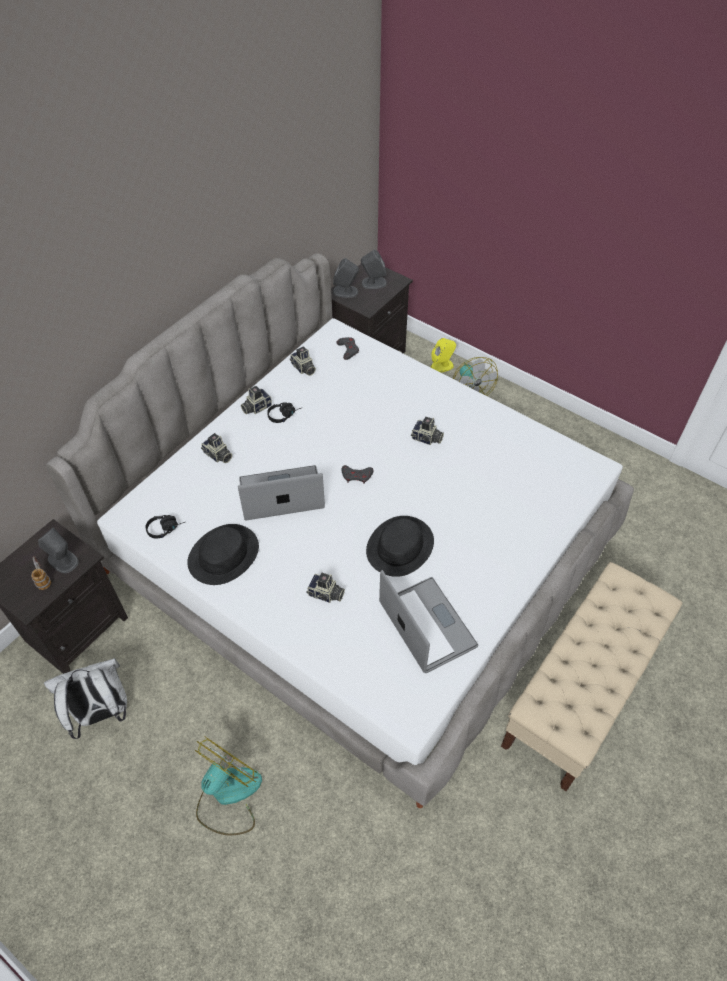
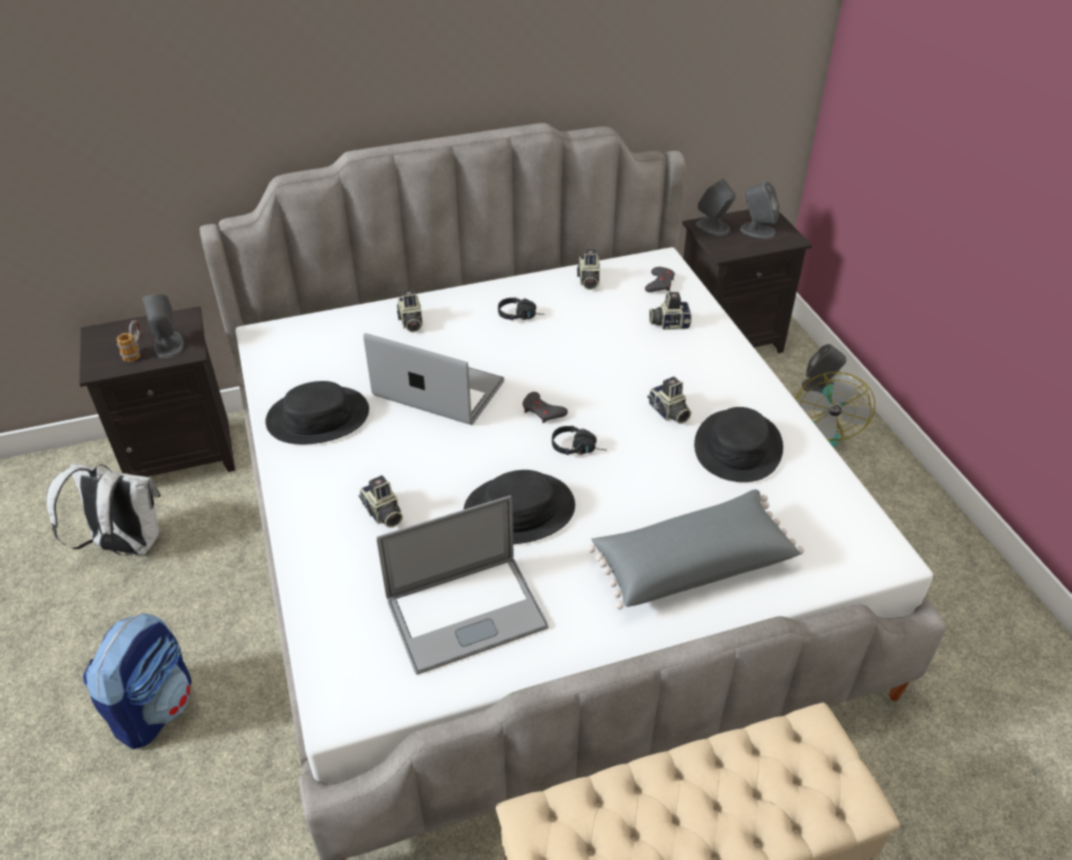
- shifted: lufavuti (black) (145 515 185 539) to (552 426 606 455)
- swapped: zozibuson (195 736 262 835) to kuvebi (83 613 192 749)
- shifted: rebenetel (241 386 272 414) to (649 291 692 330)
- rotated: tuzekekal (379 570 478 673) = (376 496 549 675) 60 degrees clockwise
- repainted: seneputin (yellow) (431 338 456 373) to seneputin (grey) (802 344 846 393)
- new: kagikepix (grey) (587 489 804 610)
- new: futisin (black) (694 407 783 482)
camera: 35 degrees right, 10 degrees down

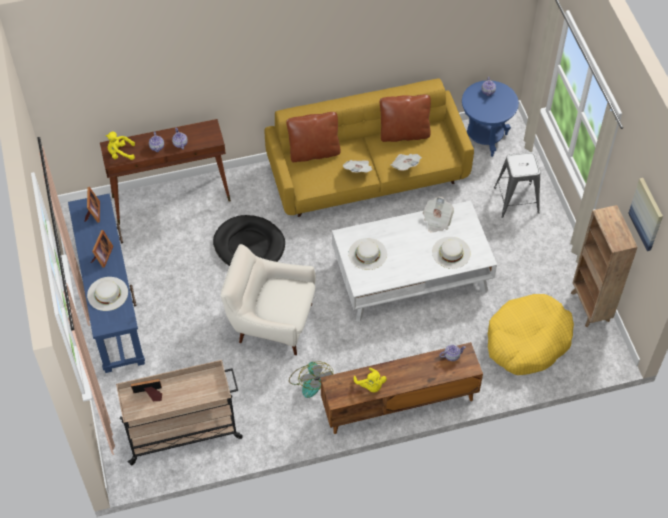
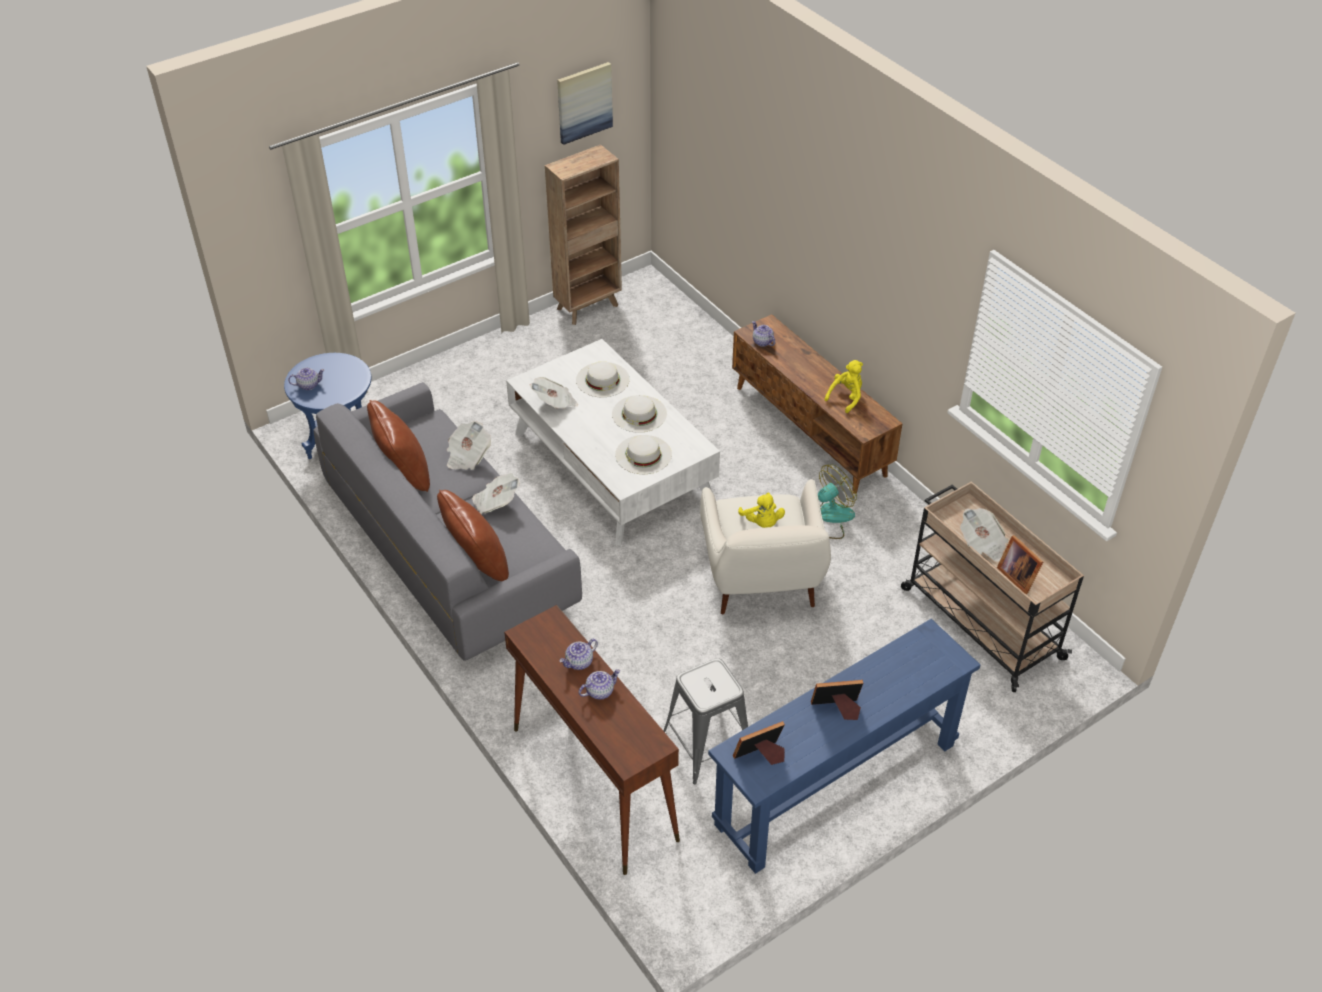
- shifted: futisin (white) (87 277 128 311) to (612 395 667 433)
- shifted: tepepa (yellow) (105 132 135 160) to (738 493 785 528)
- gone: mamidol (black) (213 215 285 266)
- repainted: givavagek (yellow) (265 79 474 217) to givavagek (grey) (314 382 582 661)
- gone: mamidol (yellow) (488 294 574 375)
- shifted: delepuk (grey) (494 152 541 218) to (664 658 748 785)
- new: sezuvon (960 508 1009 562)
camera: 110 degrees left, 10 degrees down

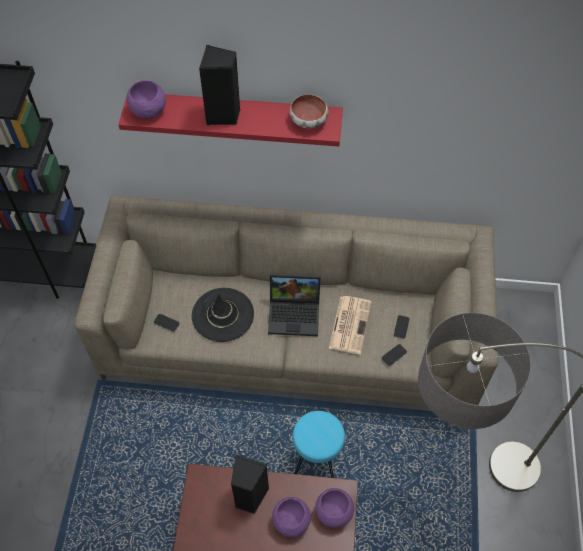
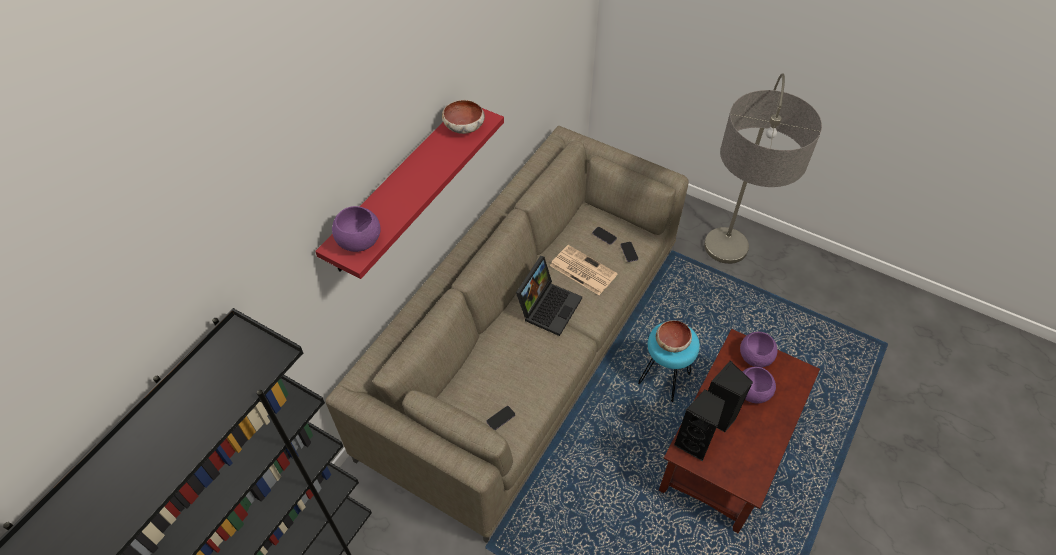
- gone: futisin (black) (192 288 254 342)
- shifted: seneputin (black) (199 45 240 126) to (674 389 725 461)
- new: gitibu (656 320 692 352)
camera: 65 degrees left, 5 degrees down

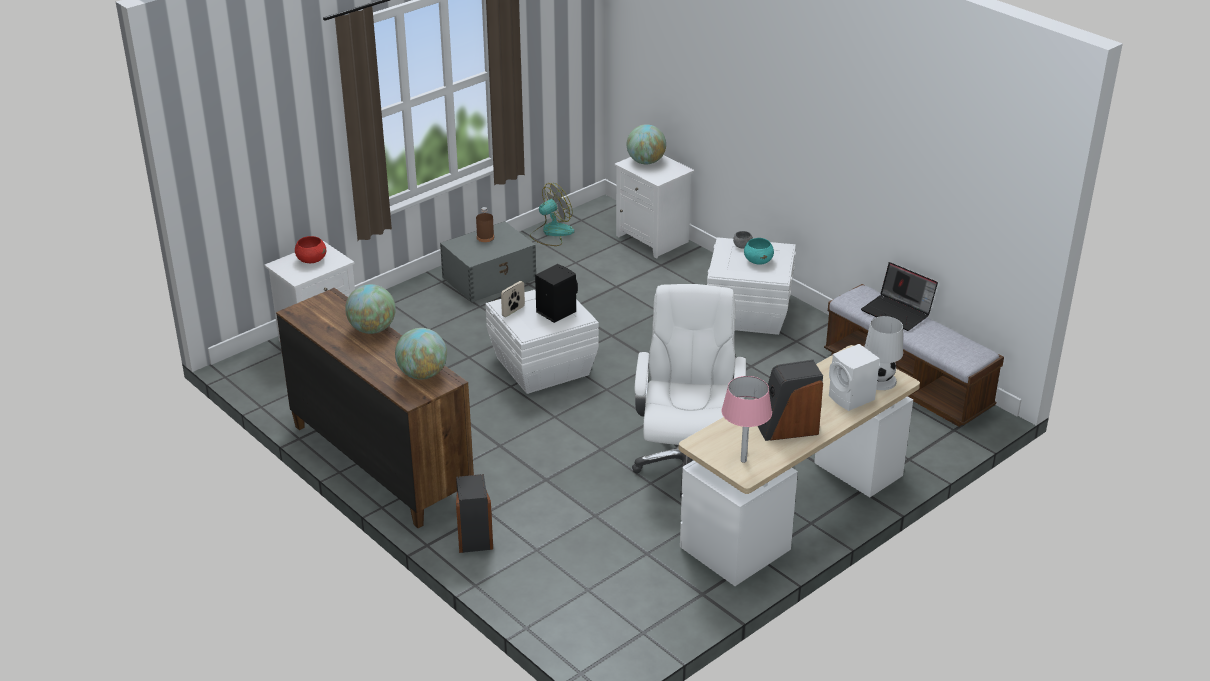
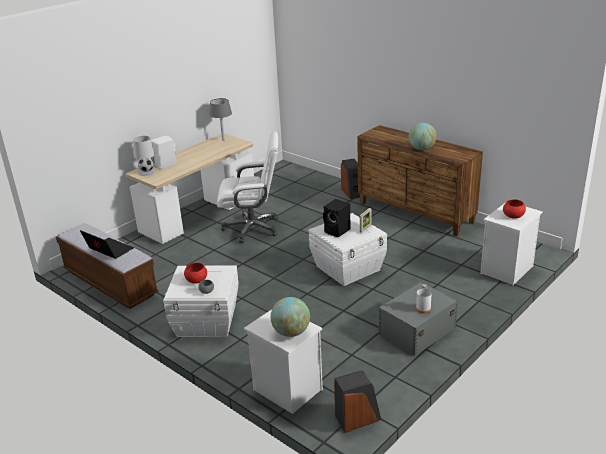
- gone: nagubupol (395 328 447 380)
- repainted: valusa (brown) (476 207 494 242) to valusa (white) (416 284 432 314)
- gone: zozibuson (530 183 575 246)
- rotated: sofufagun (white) (632 284 746 498) = (217 132 278 243) 90 degrees counterclockwise
- repainted: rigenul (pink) (722 376 772 463) to rigenul (grey) (209 98 232 141)
- repainted: gitibu (turquoise) (744 238 774 265) to gitibu (red) (184 263 207 284)
- shifted: seneputin (758 360 823 441) to (334 371 381 433)
camera: 175 degrees right, 5 degrees down

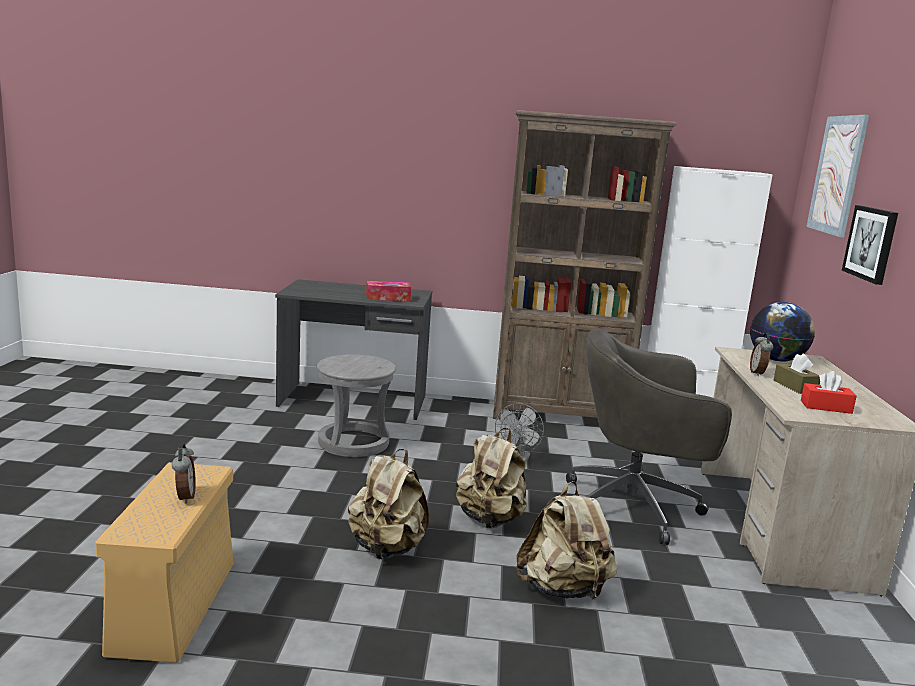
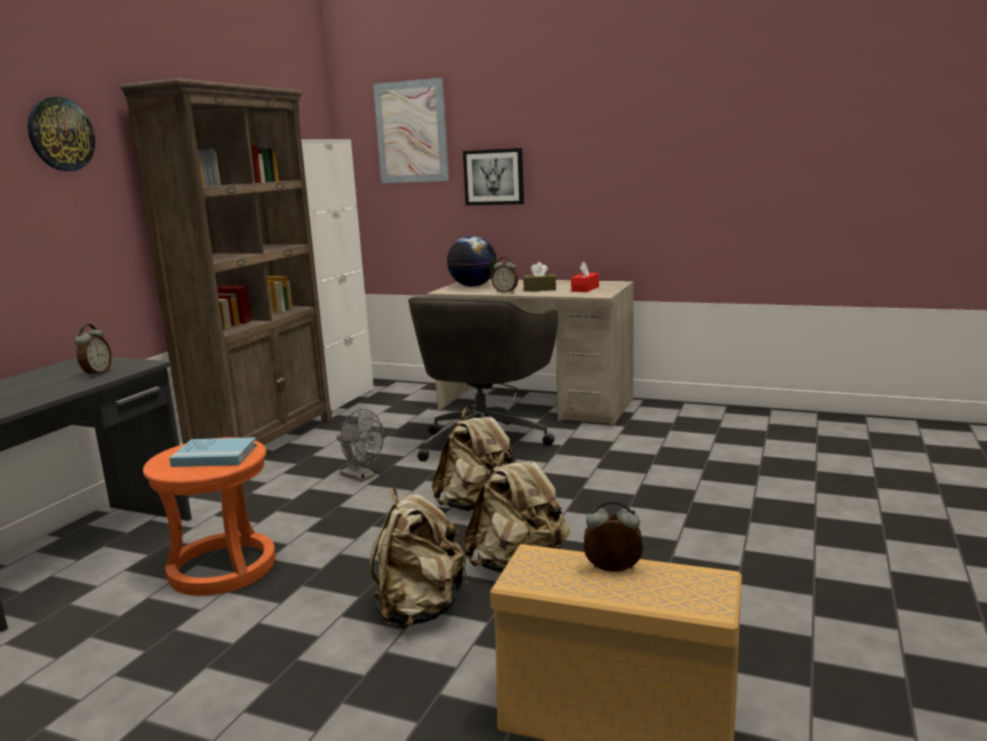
- repainted: delepuk (grey) (317 354 396 457) to delepuk (orange) (143 437 276 596)
- swapped: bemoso (366 281 411 301) to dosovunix (74 324 112 377)
- shifted: kuvebi (beige) (516 481 617 600) to (369 488 468 628)
- new: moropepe (28 97 95 171)
- new: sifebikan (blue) (169 437 257 467)
camera: 70 degrees left, 0 degrees up

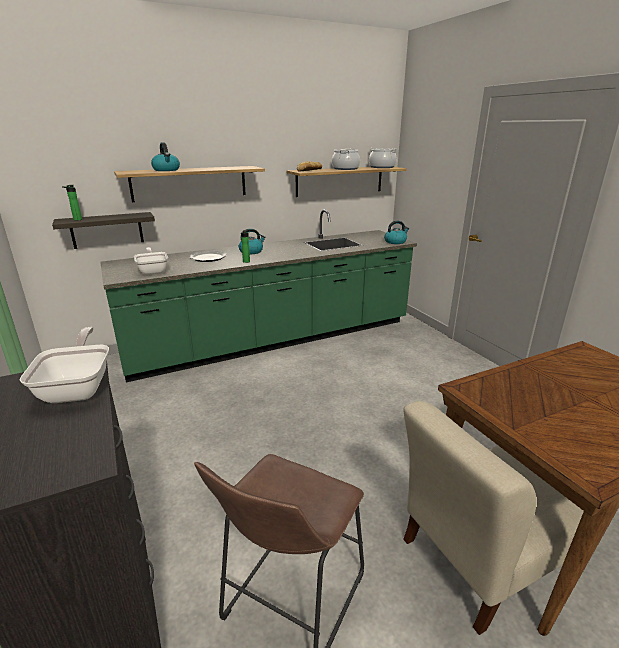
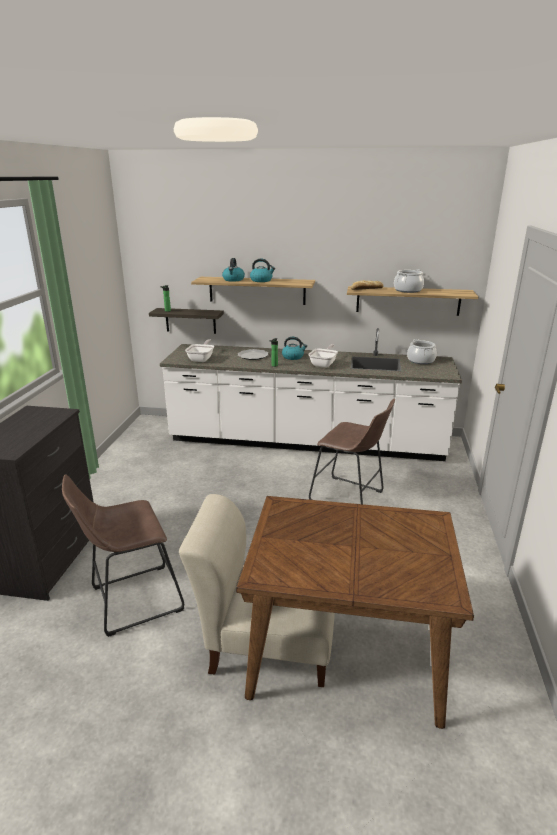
- shifted: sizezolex (20 327 109 403) to (308 344 338 368)
- repainted: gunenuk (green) (100 210 417 382) to gunenuk (white) (160 328 462 461)
- shifted: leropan (369 148 397 168) to (407 339 437 364)
- shifted: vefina (384 221 409 244) to (250 259 275 282)
- new: delepuk (brown) (309 399 395 504)
camera: 35 degrees right, 0 degrees up

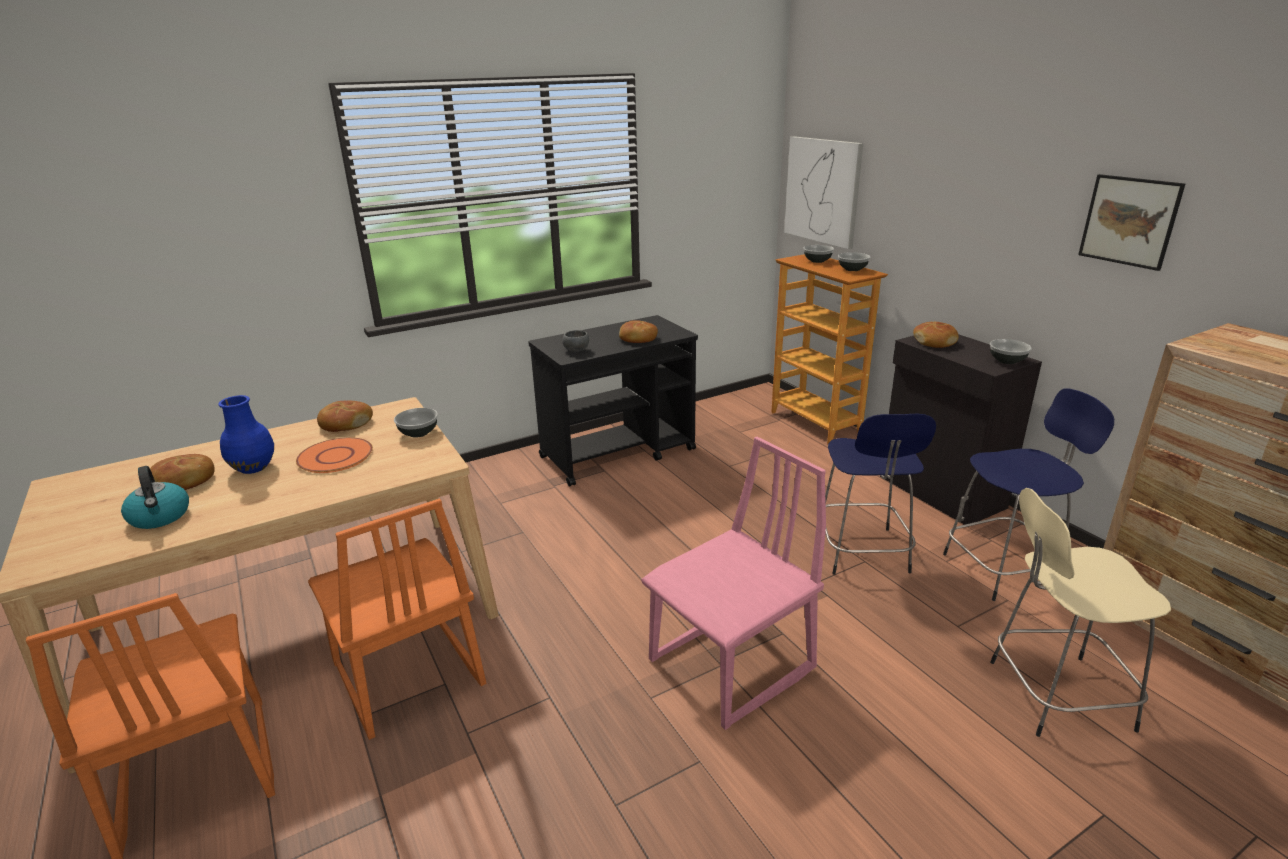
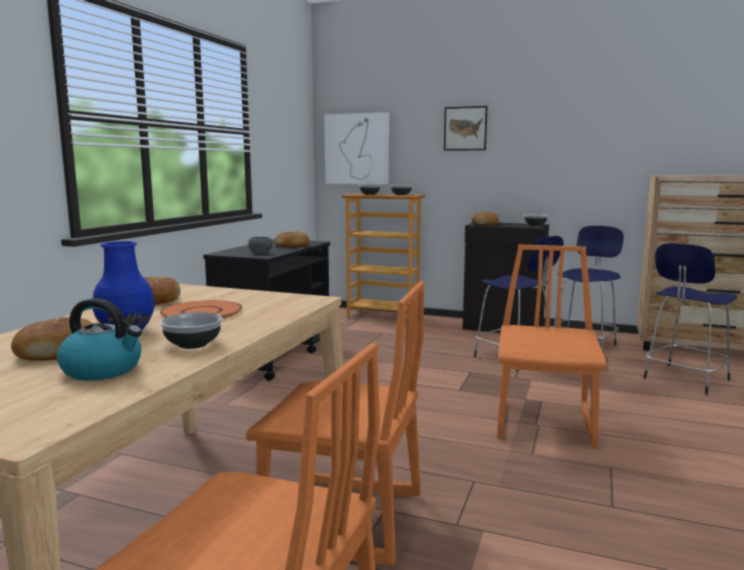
- shifted: gitibu (394 408 438 438) to (160 312 223 349)
- repainted: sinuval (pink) (641 437 826 730) to sinuval (orange) (497 244 607 448)
- repainted: delepuk (beige) (990 488 1171 737) to delepuk (blue) (643 243 737 395)
- shifted: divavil (1078 174 1185 271) to (444 106 488 151)
camera: 40 degrees left, 15 degrees down

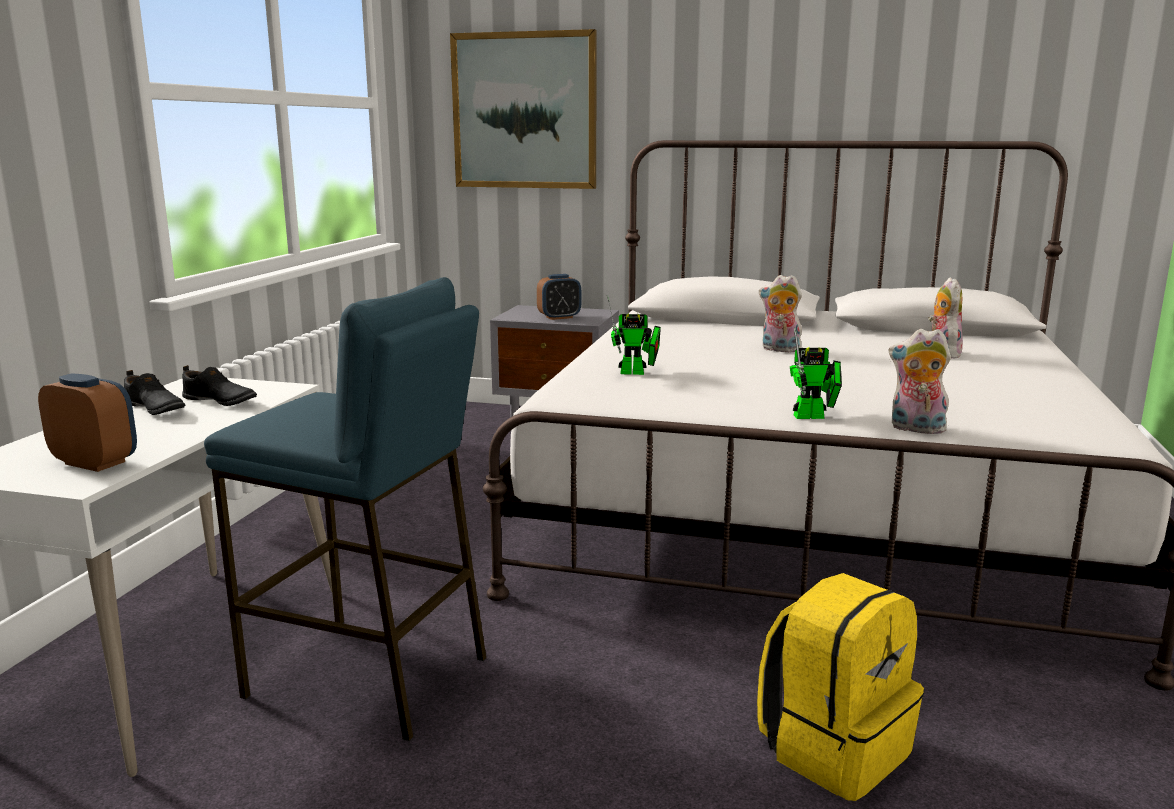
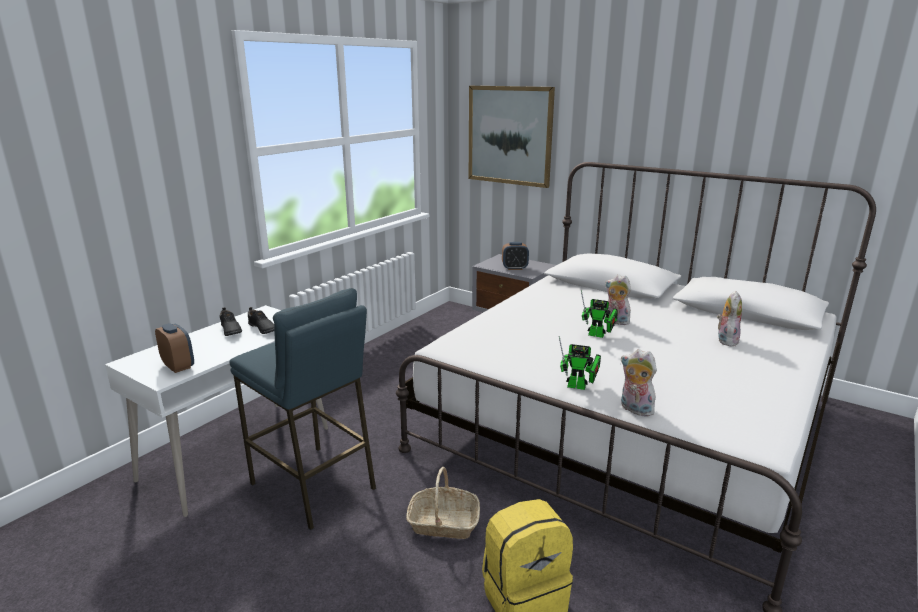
- shifted: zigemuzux (607 295 661 375) to (581 290 618 338)
- new: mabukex (406 467 480 539)
camera: 20 degrees right, 5 degrees up

